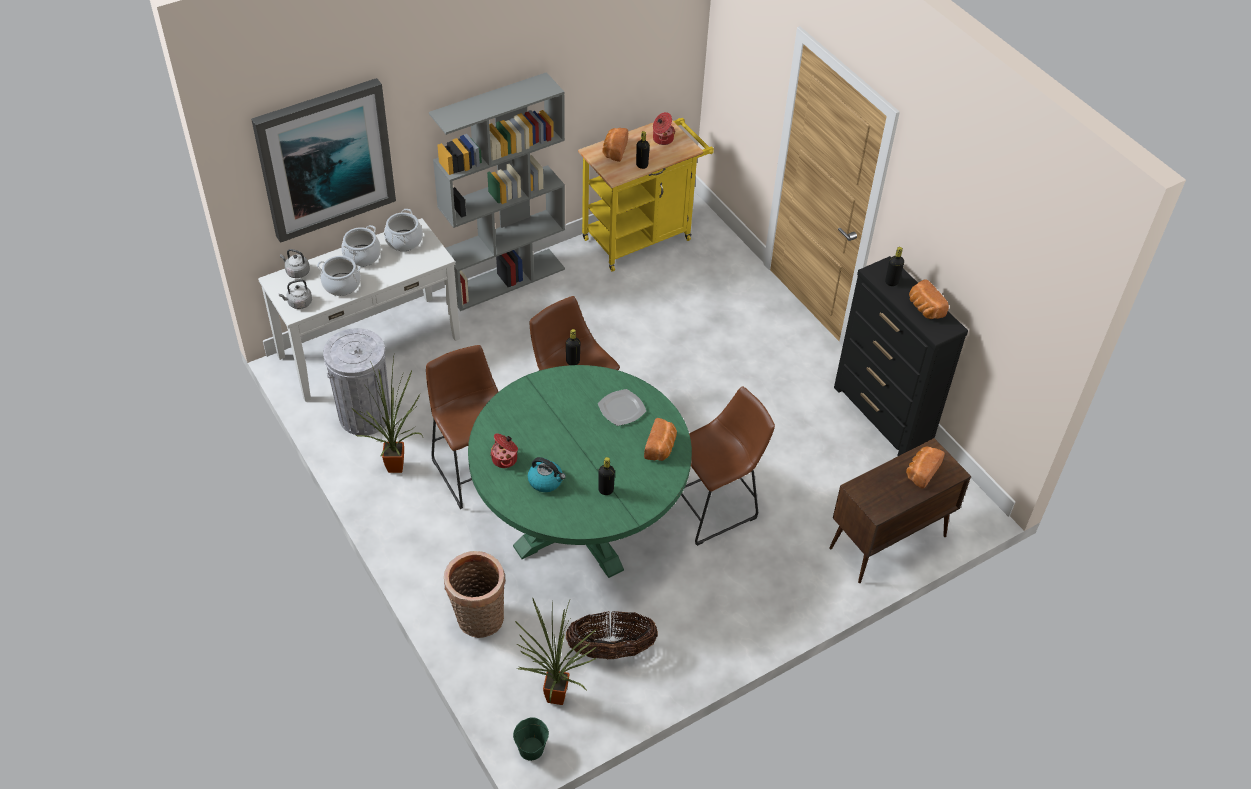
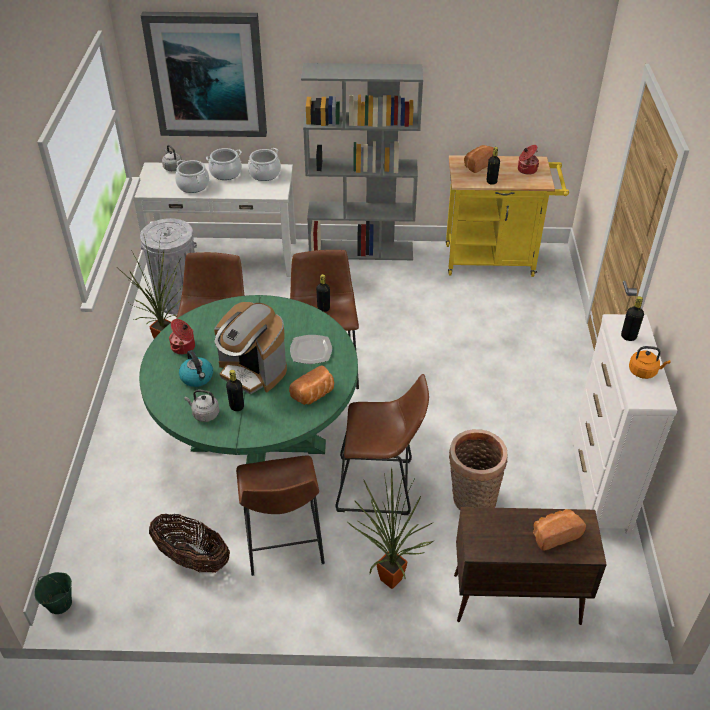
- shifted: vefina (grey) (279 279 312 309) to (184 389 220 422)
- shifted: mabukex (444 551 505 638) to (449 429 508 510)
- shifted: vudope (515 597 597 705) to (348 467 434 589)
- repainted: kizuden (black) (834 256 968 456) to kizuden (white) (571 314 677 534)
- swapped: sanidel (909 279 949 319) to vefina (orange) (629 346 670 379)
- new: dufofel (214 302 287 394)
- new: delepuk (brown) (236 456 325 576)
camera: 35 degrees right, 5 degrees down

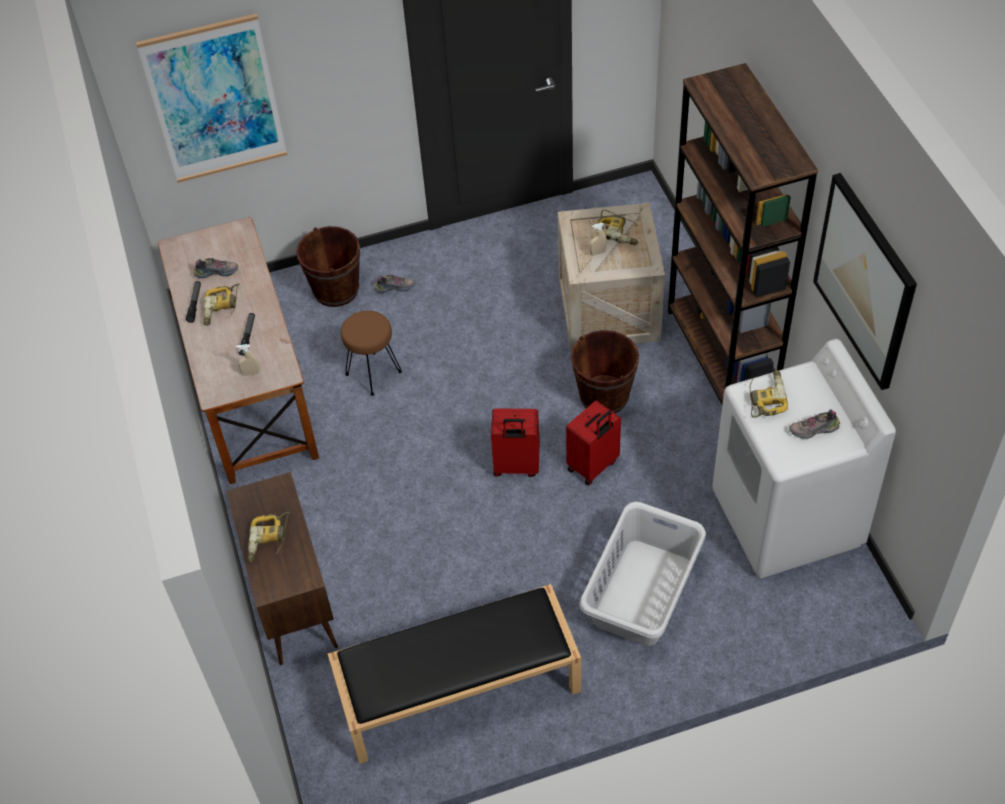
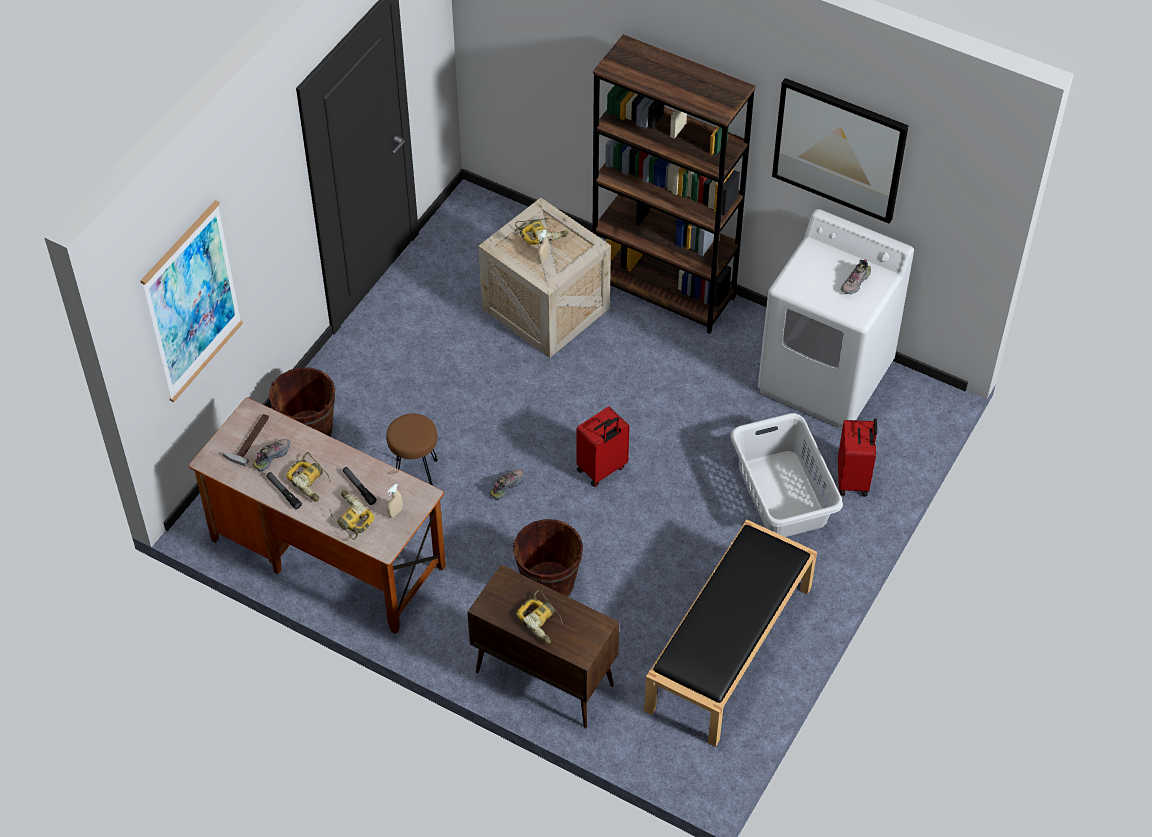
- shifted: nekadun (375 275 415 293) to (490 469 524 500)
- shifted: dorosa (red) (566 400 621 486) to (838 418 877 497)
- shifted: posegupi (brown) (571 330 639 413) to (513 519 583 597)
- shifted: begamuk (750 370 788 418) to (329 491 375 540)
- new: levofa (223 414 269 467)
camera: 45 degrees left, 0 degrees up

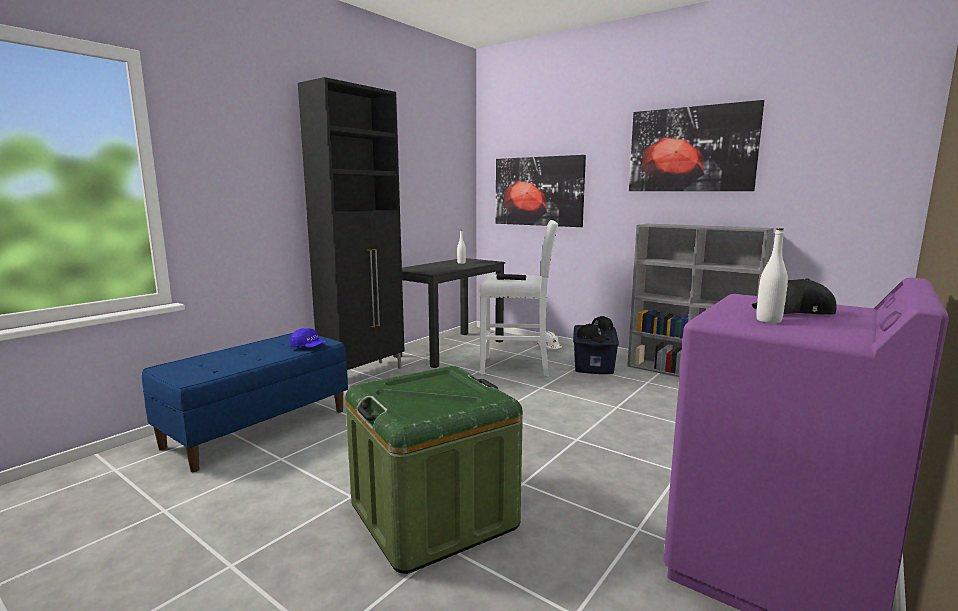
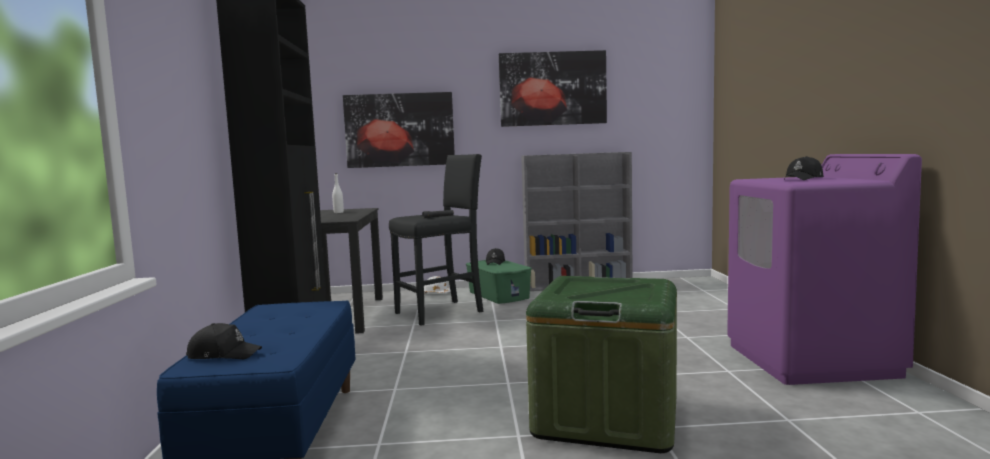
- gone: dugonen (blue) (290 328 326 347)
- repainted: delepuk (white) (479 220 558 376) to delepuk (black) (389 154 483 326)
- repainted: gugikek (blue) (573 325 619 374) to gugikek (green) (466 260 532 304)
- shifted: dugonen (black) (577 324 609 343) to (186 323 262 359)
- gone: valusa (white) (756 228 788 323)
camera: 40 degrees left, 5 degrees down

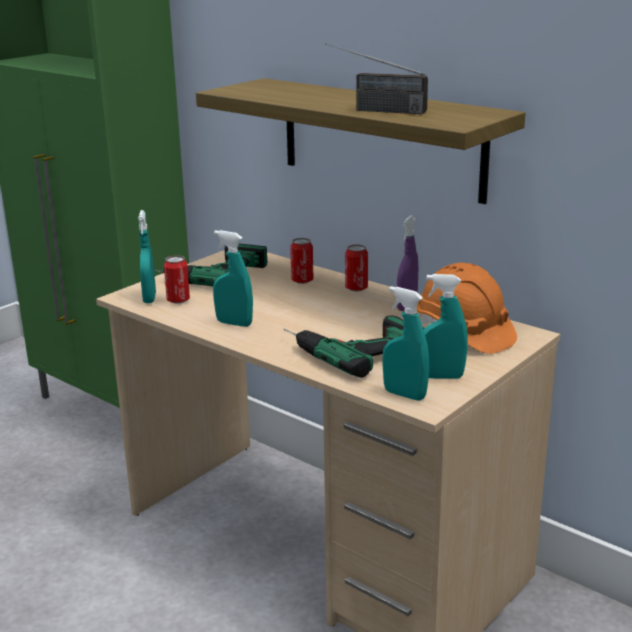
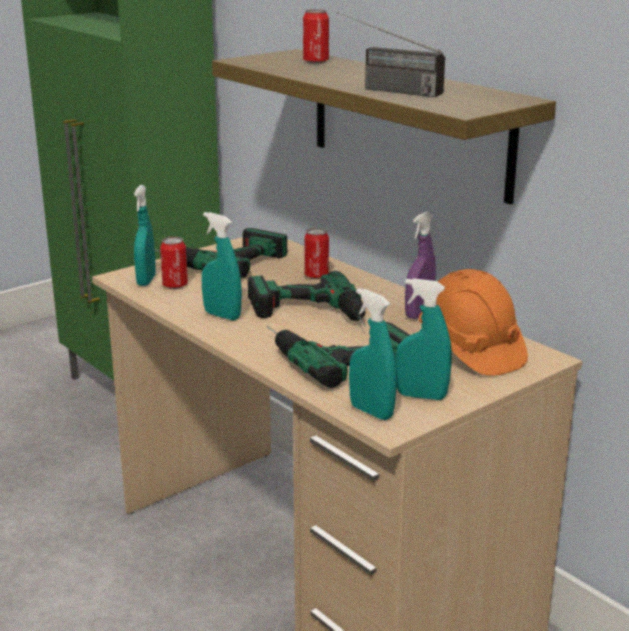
- shifted: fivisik (345 244 368 291) to (303 9 329 64)
- new: begamuk (248 271 366 327)
camera: 10 degrees right, 0 degrees up

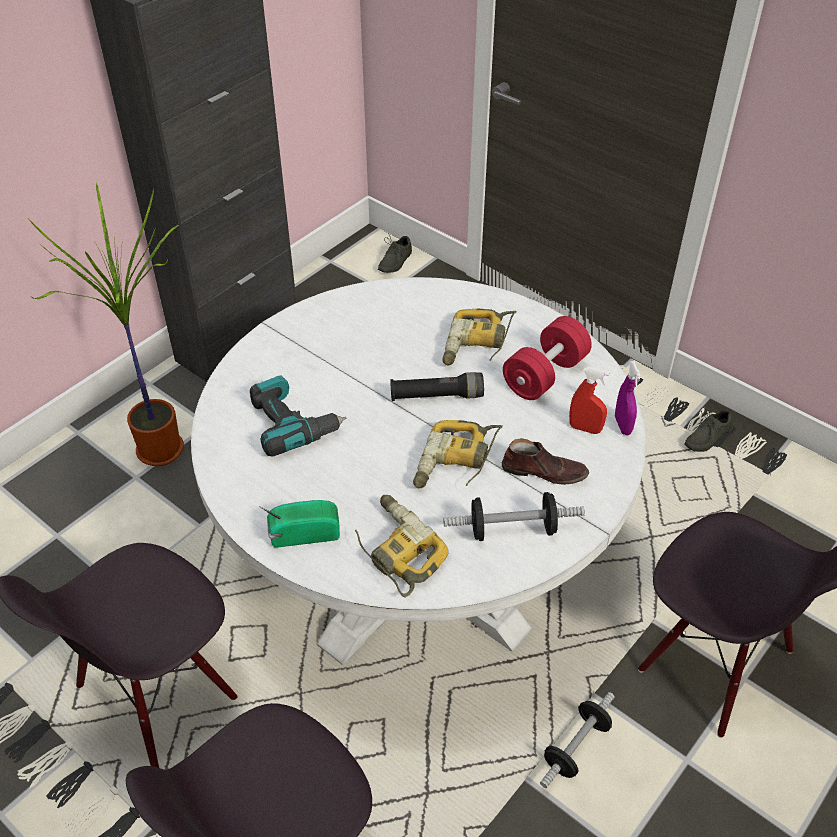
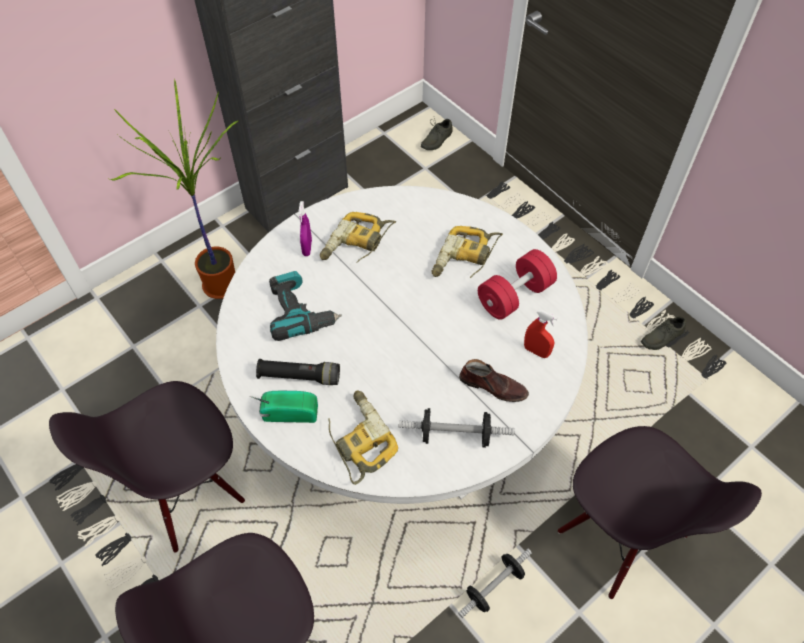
- shifted: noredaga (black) (390 372 484 401) to (256 359 340 385)
- shifted: begamuk (413 420 503 489) to (320 212 396 263)
- shifted: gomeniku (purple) (615 361 641 435) to (298 201 312 256)
camera: 10 degrees right, 10 degrees up

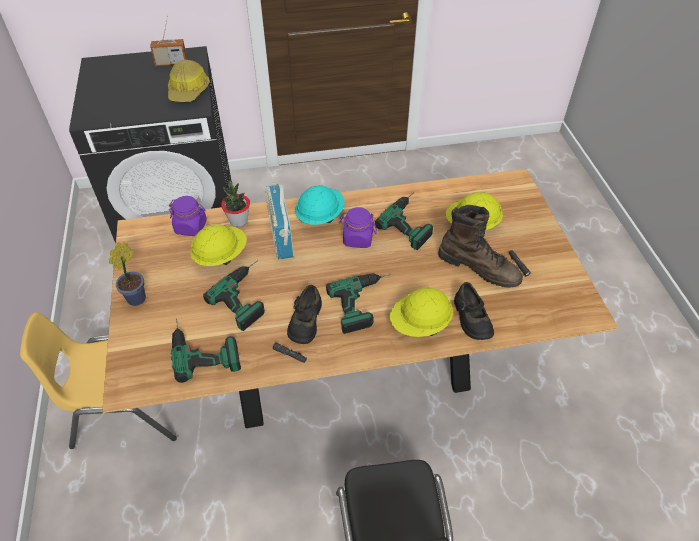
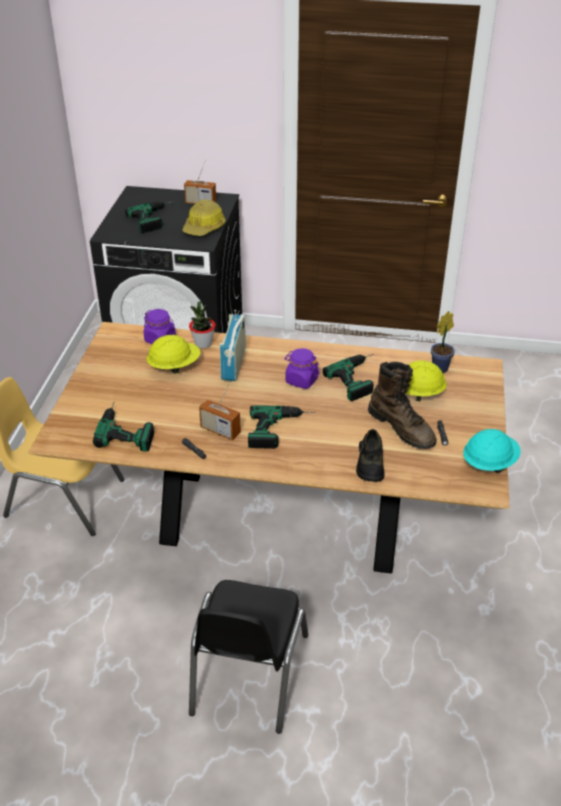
- shifted: vudope (109 242 146 306) to (431 311 455 373)
- shifted: begamuk (203 261 265 331) to (125 201 171 233)
- swapped: nekadun (black) (287 285 322 344) to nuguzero (199 383 241 440)
- shifted: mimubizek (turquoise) (295 185 345 225) to (463 429 521 473)
- gone: mimubizek (yellow) (390 288 453 337)
camera: 20 degrees right, 10 degrees down

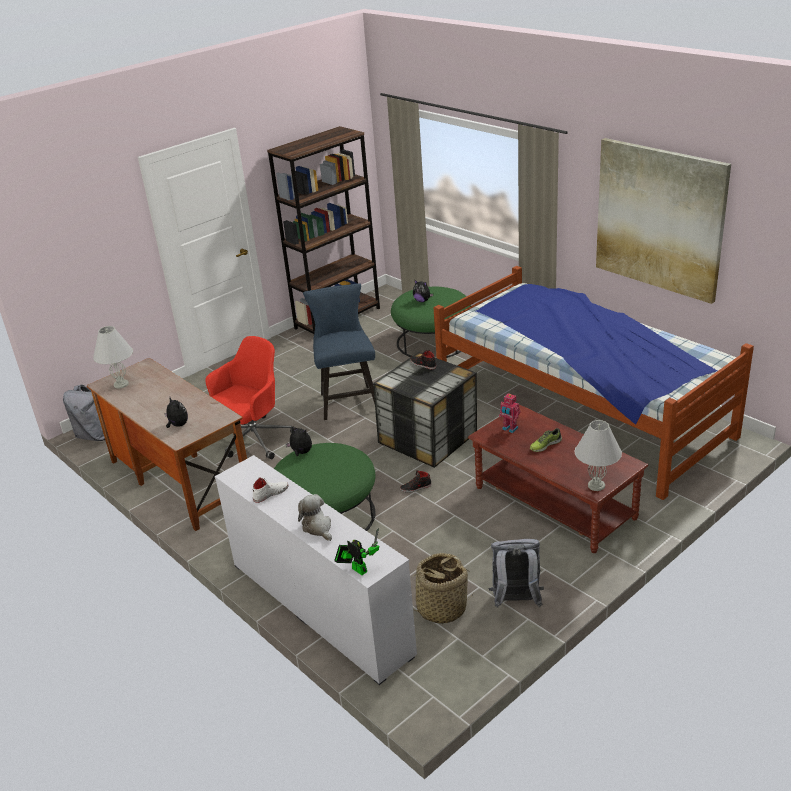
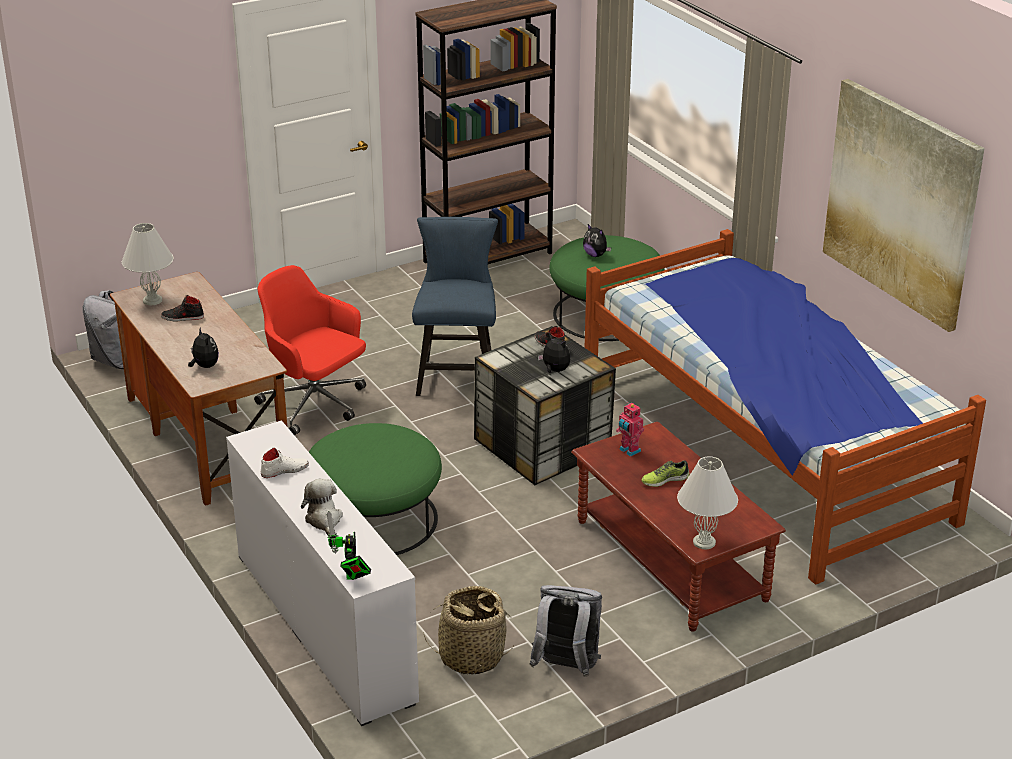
- rotated: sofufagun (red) (205 336 297 459) = (254 265 366 435) 105 degrees counterclockwise
- shifted: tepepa (286 426 312 456) to (538 334 570 373)
- rotated: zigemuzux (334 528 379 575) = (327 511 371 580) 150 degrees counterclockwise
- shifted: nekadun (black) (400 470 432 493) to (161 295 204 321)
camera: 10 degrees right, 0 degrees up

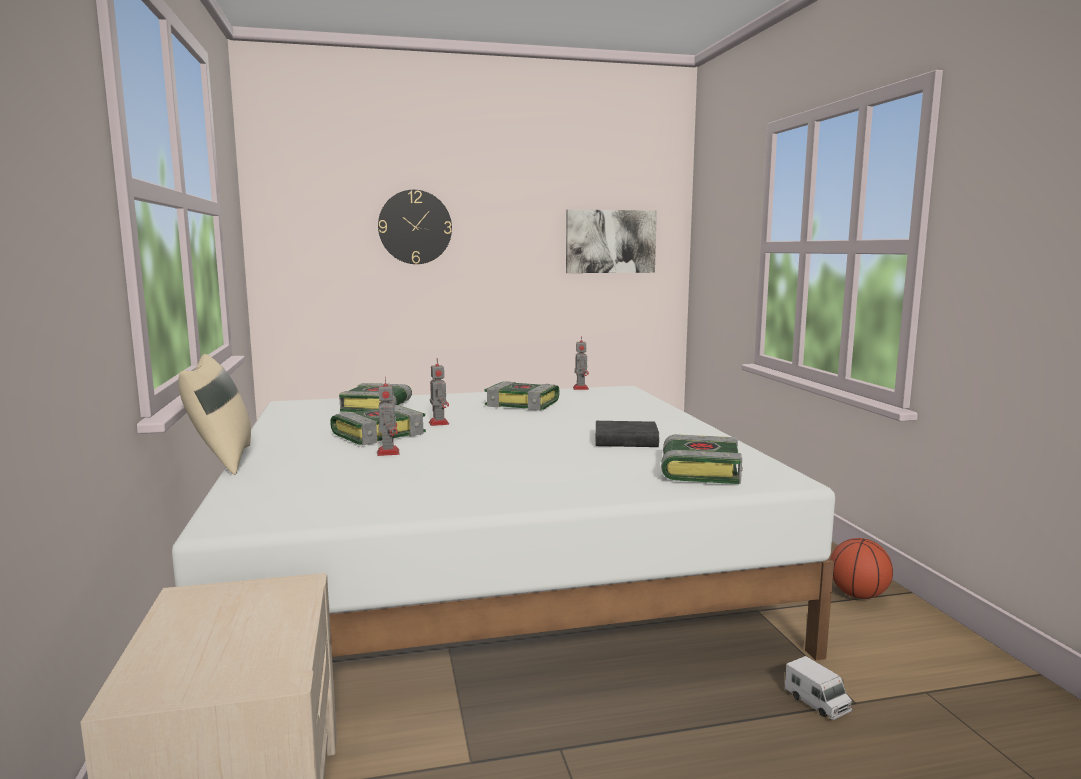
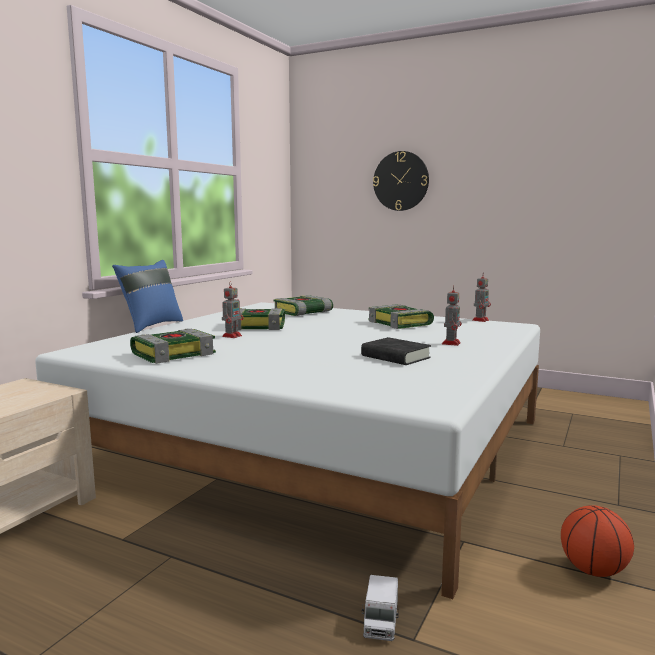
- repainted: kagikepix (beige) (178 354 251 475) to kagikepix (blue) (112 260 183 333)
- shifted: zigemuzux (429 359 449 426) to (442 285 462 346)
- gone: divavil (566 209 657 273)
- shifted: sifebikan (661 434 743 484) to (130 329 216 364)
camera: 40 degrees right, 0 degrees up

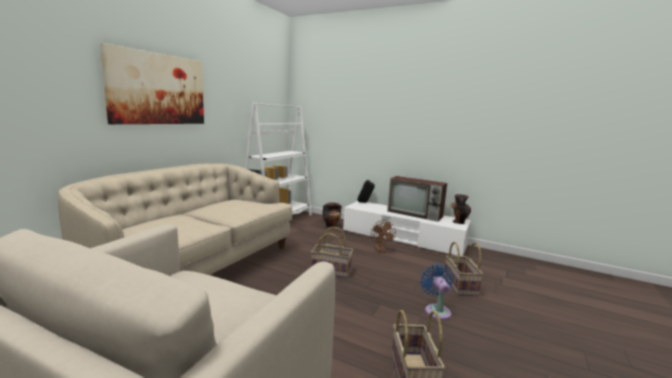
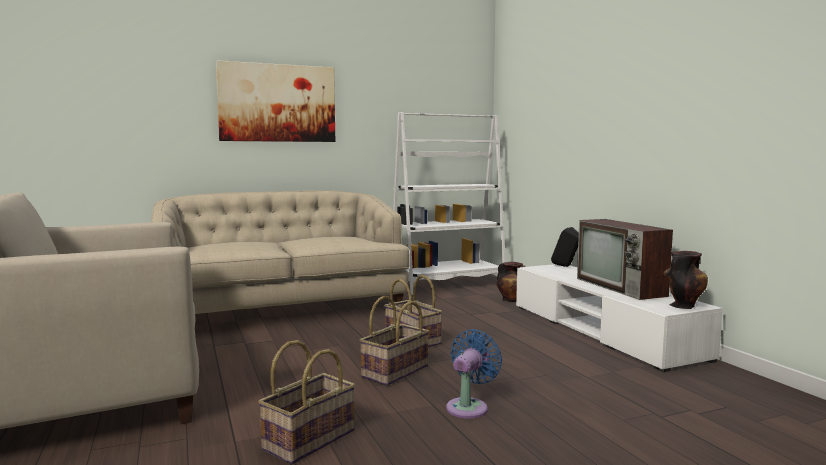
- gone: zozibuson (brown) (371 220 396 253)
- shifted: mabukex (444 242 483 296) to (360 296 429 386)
camera: 40 degrees right, 5 degrees down

